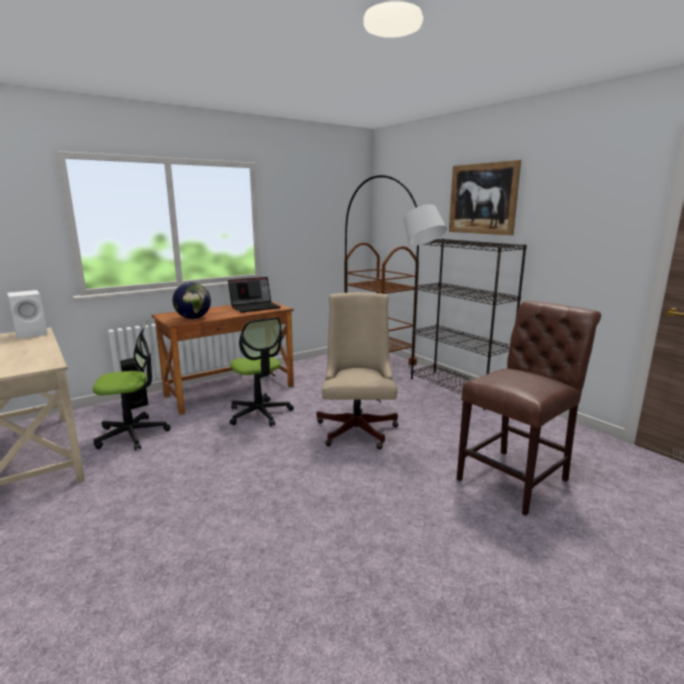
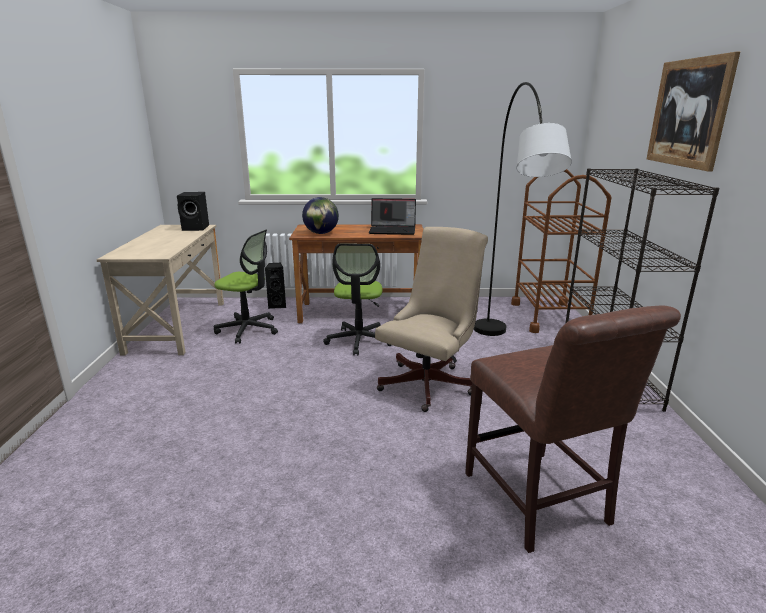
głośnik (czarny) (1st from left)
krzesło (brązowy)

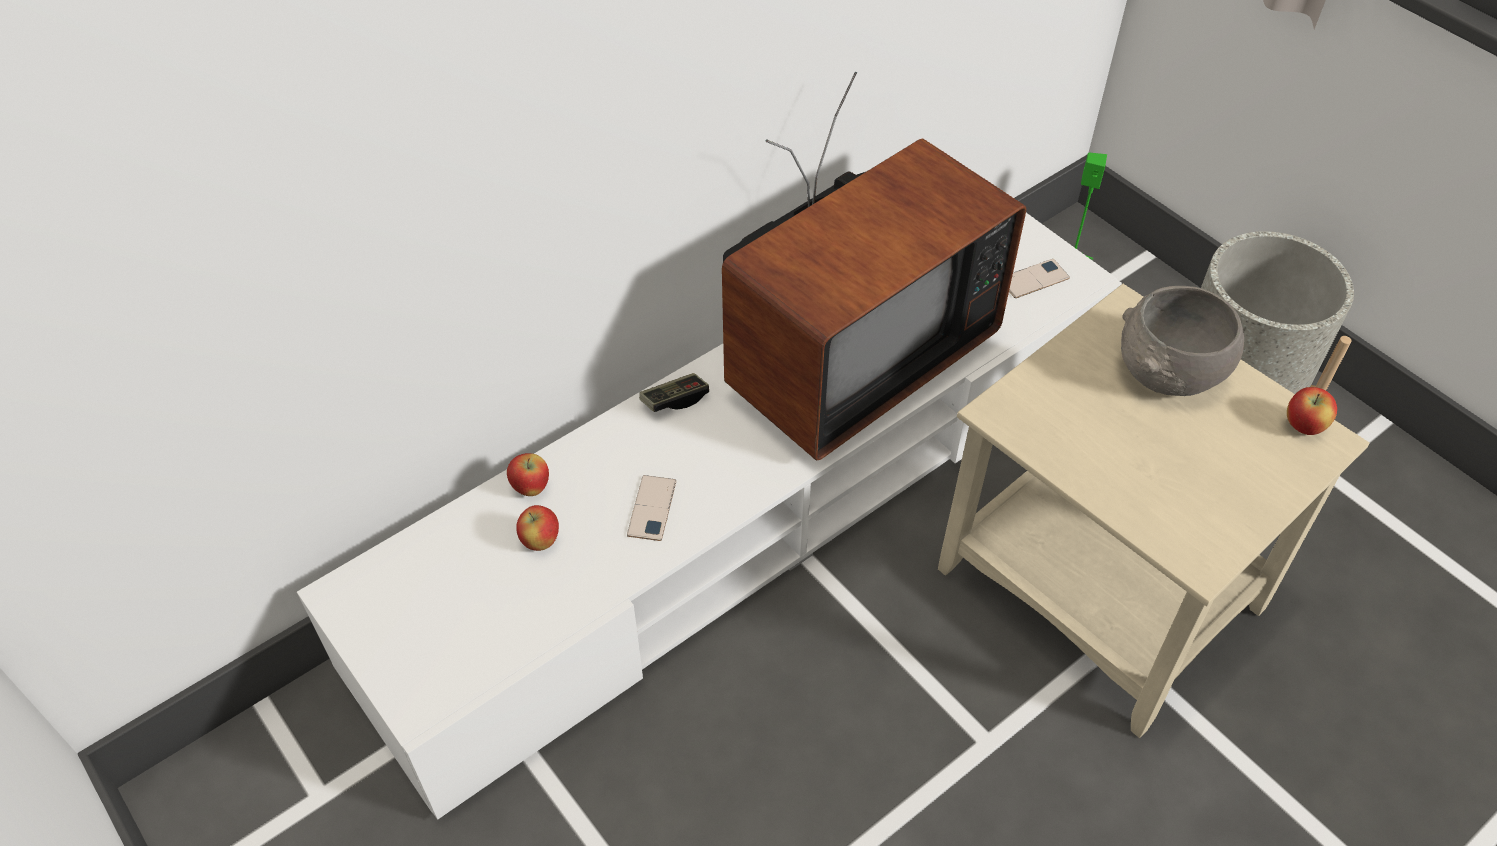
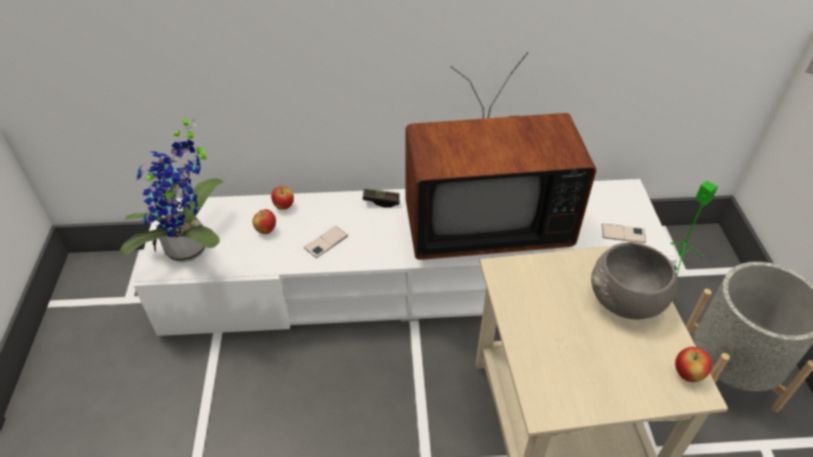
roślina doniczkowa

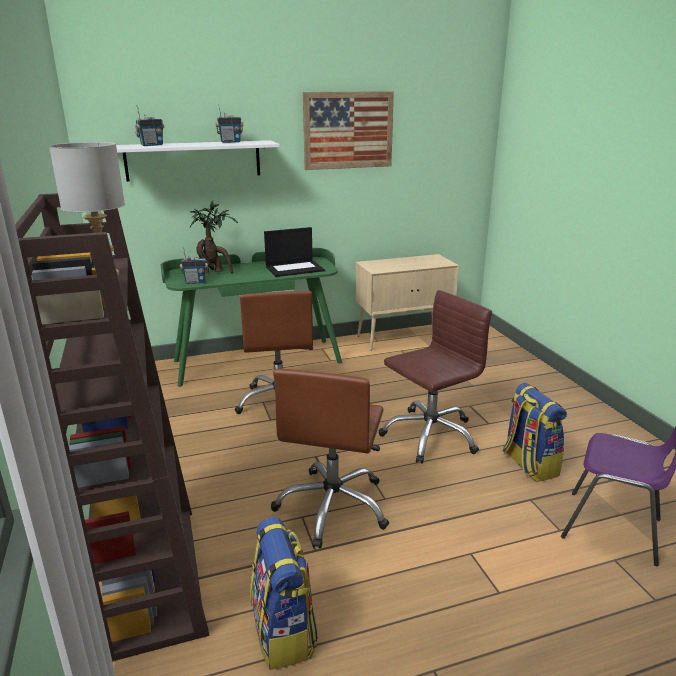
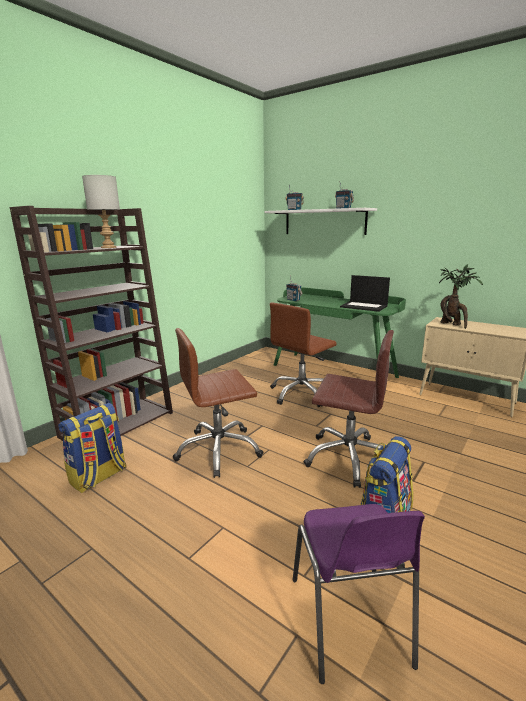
obraz
roślina doniczkowa

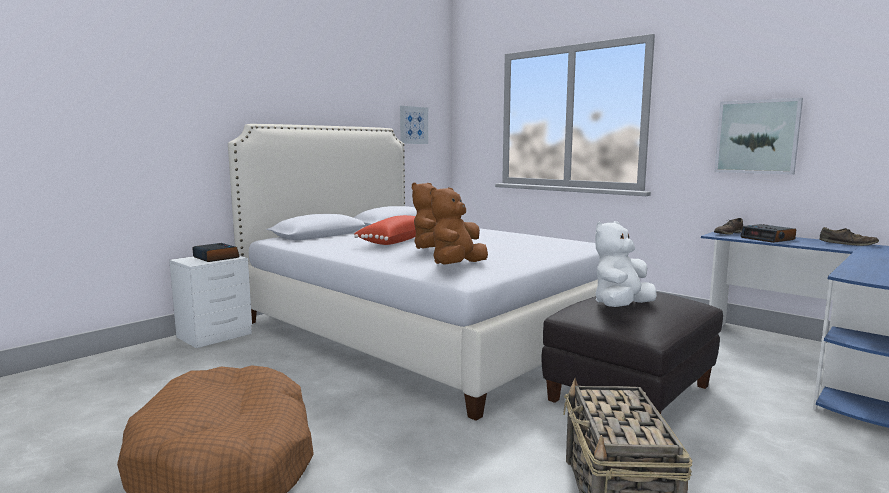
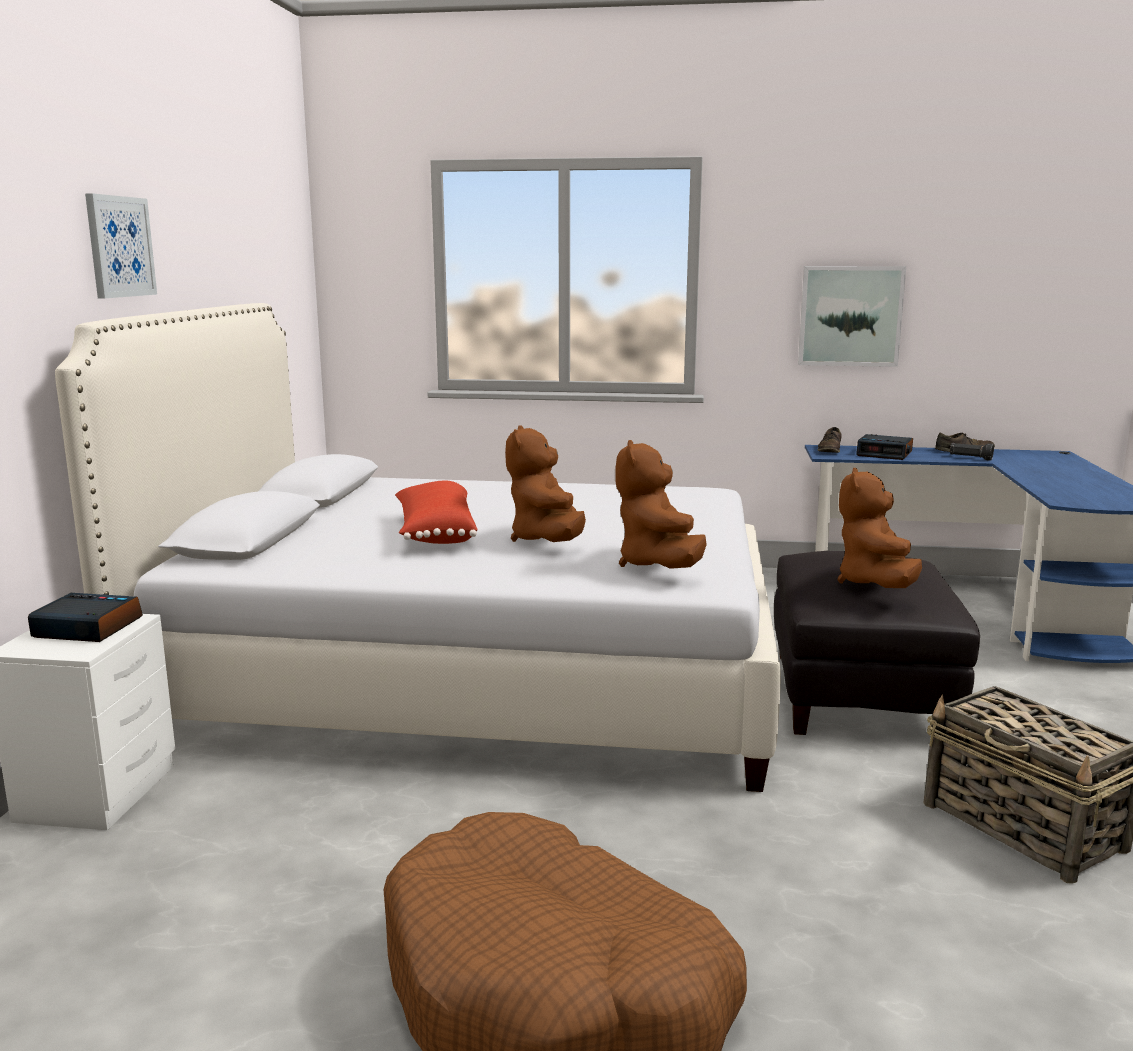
latarka (czarny)
obraz (1st from left)
pluszak (brązowy) (3rd from left)

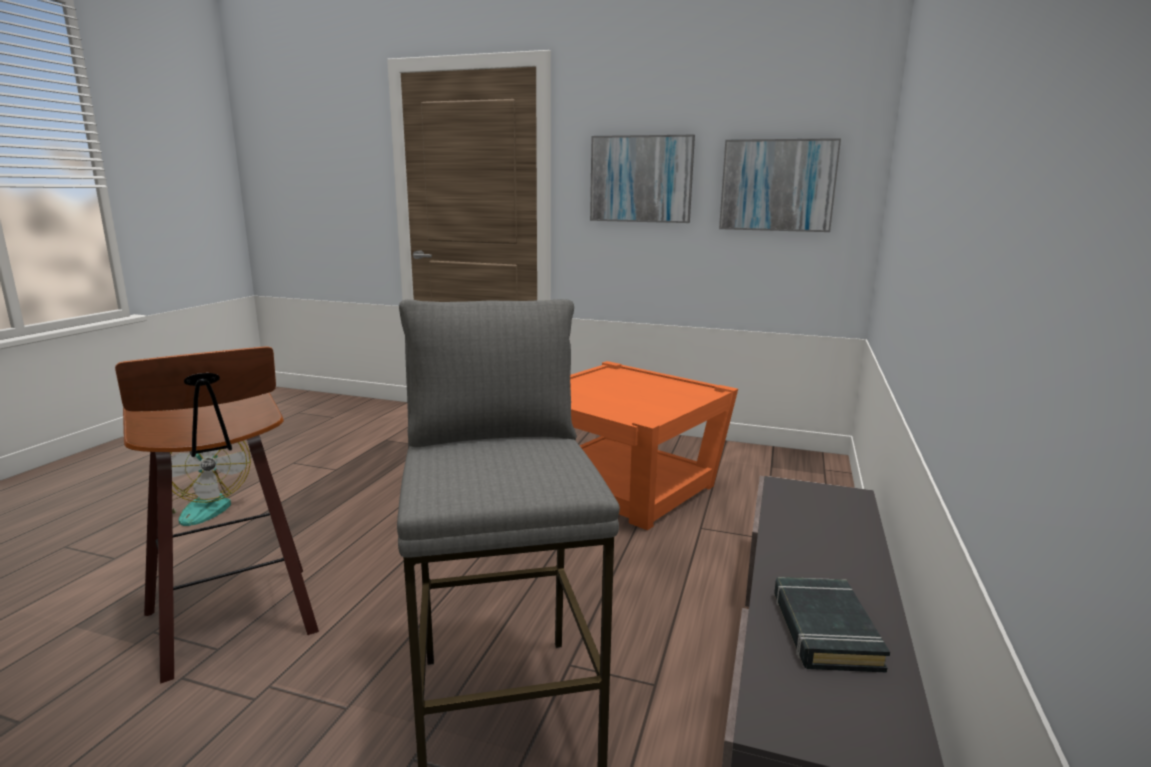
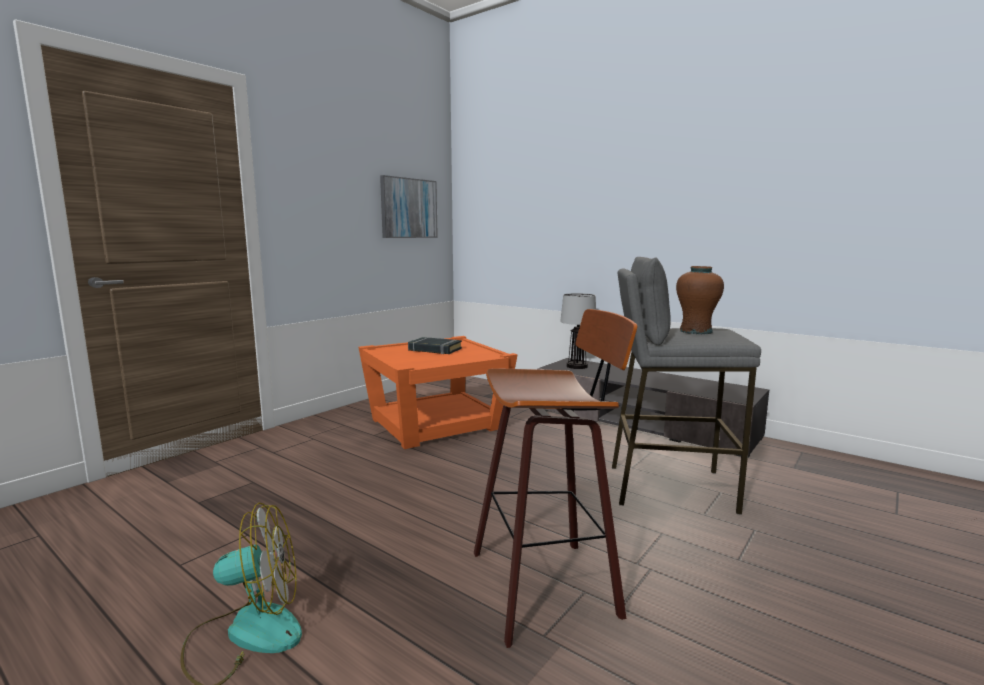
obraz (1st from left in the first image)
lampa stołowa
wazon (brązowy)
książka (czarny)

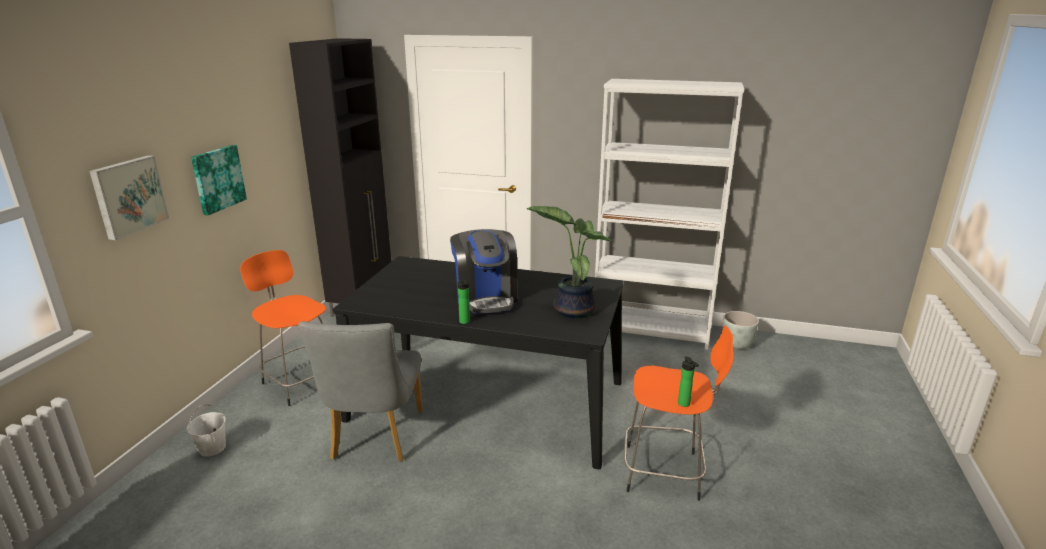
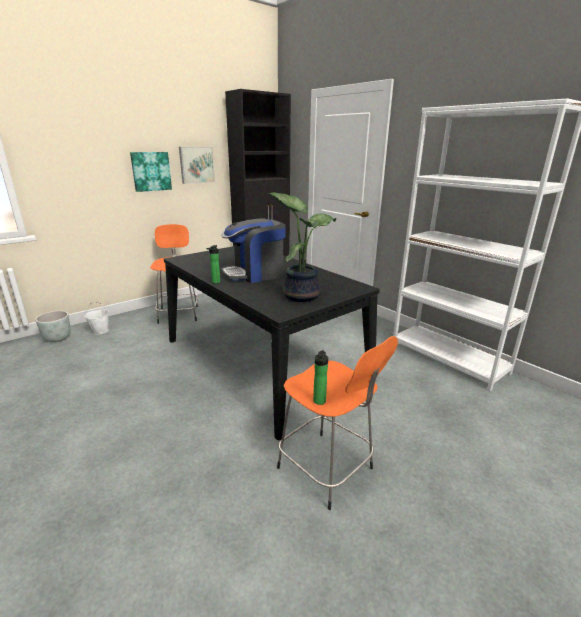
krzesło (szary)
obraz (2nd from left)
donica (szary)
ekspres do kawy

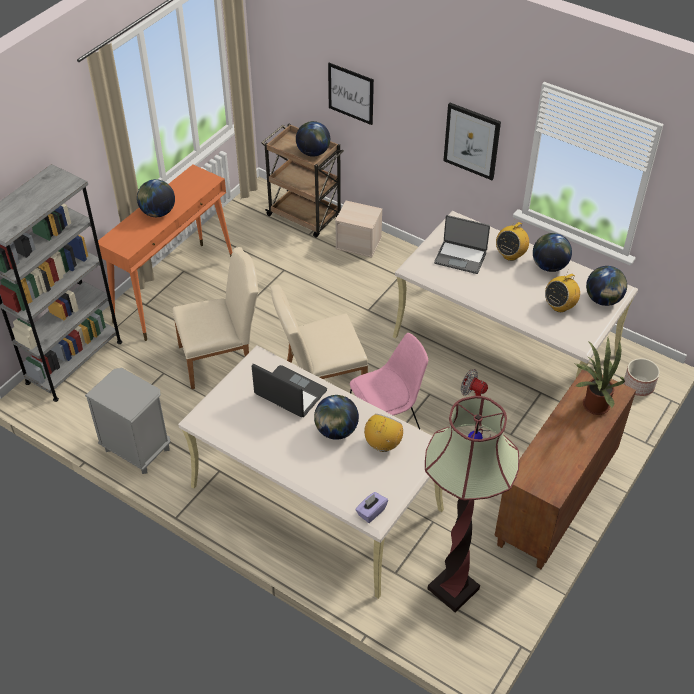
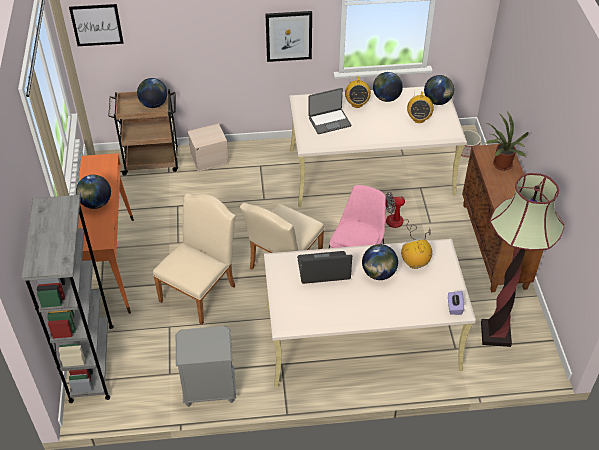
obraz (1st from left)

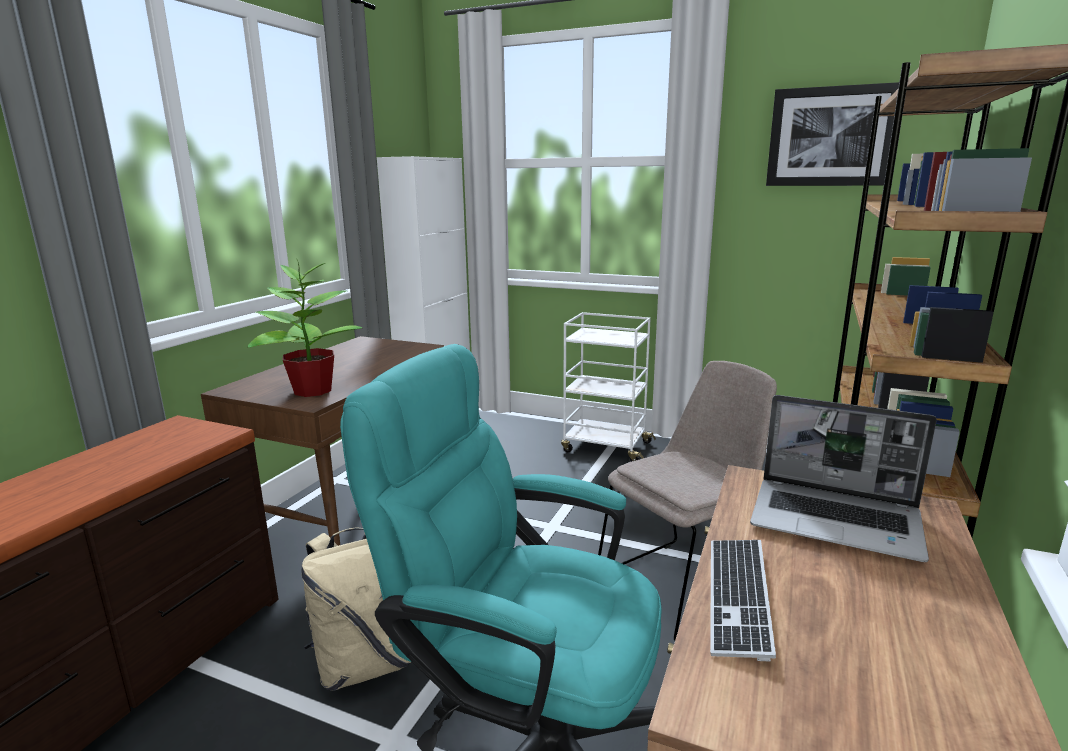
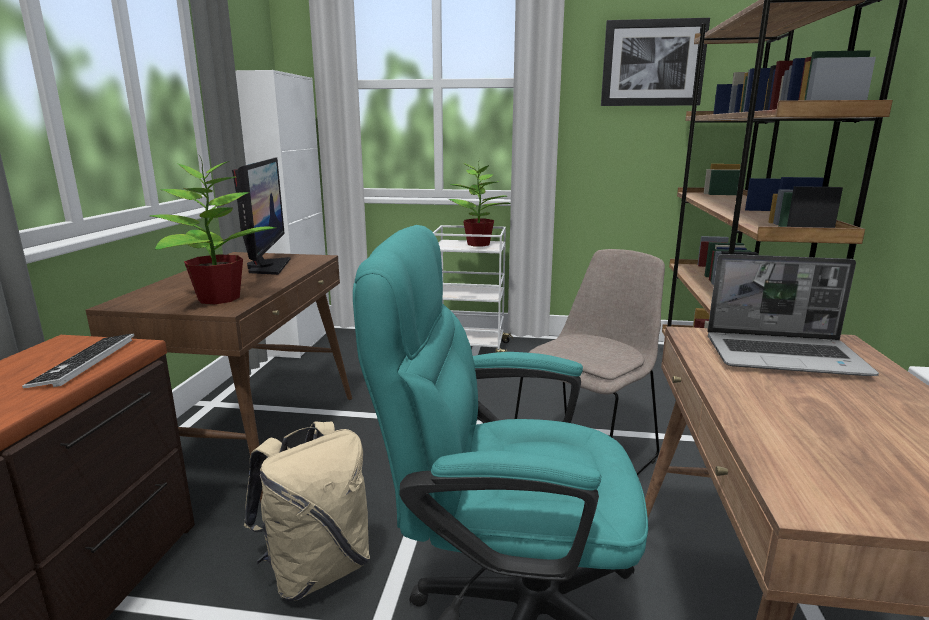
monitor
roślina doniczkowa (2nd from left)
klawiatura

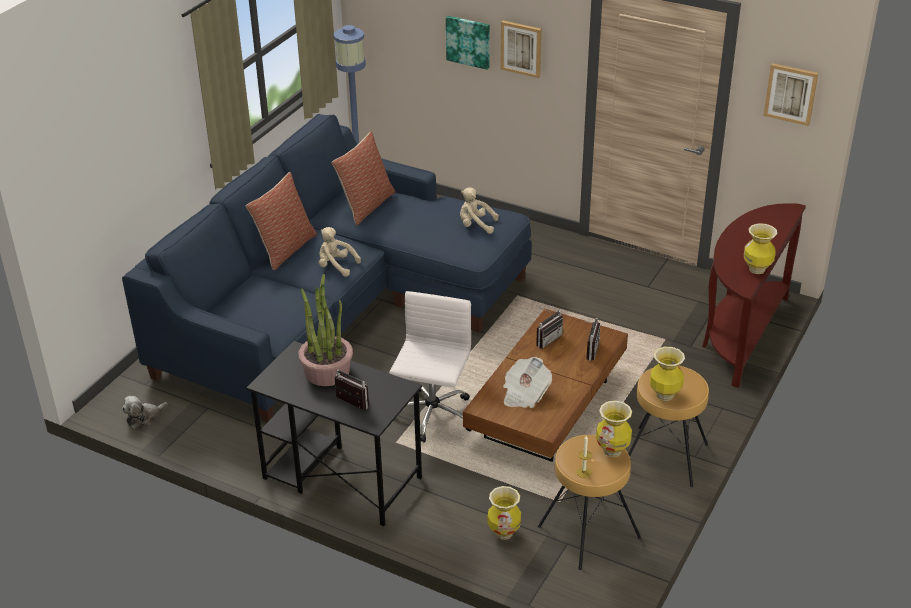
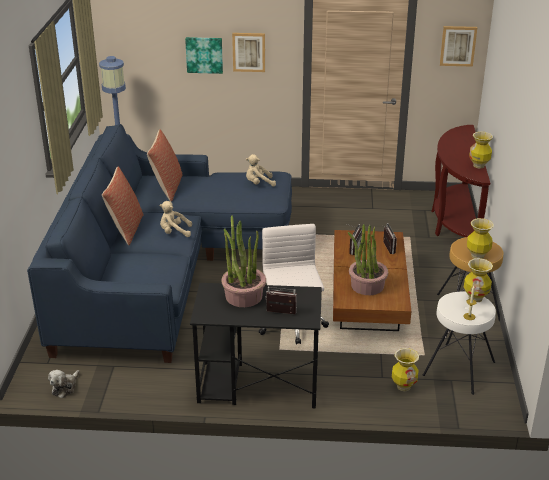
roślina doniczkowa (2nd from left)
stołek (biały)

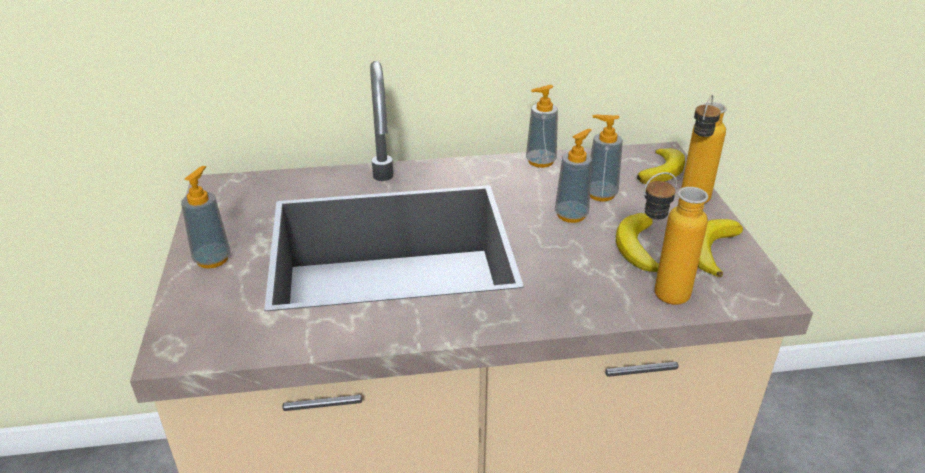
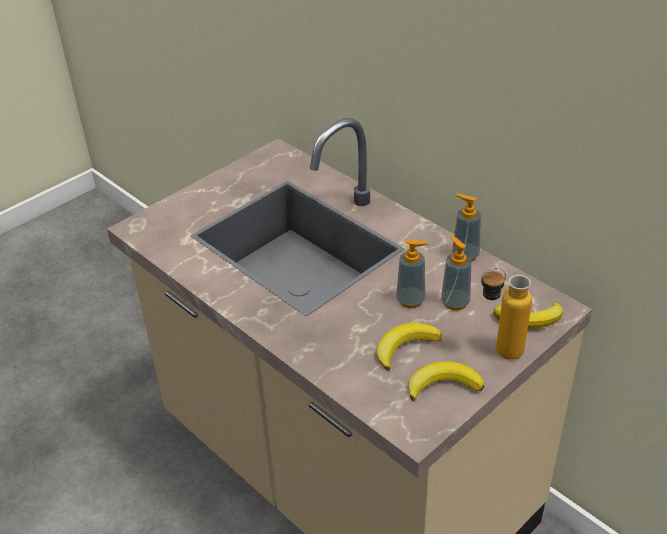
dozownik mydła (1st from left in the first image)
butelka (1st from left in the first image)

